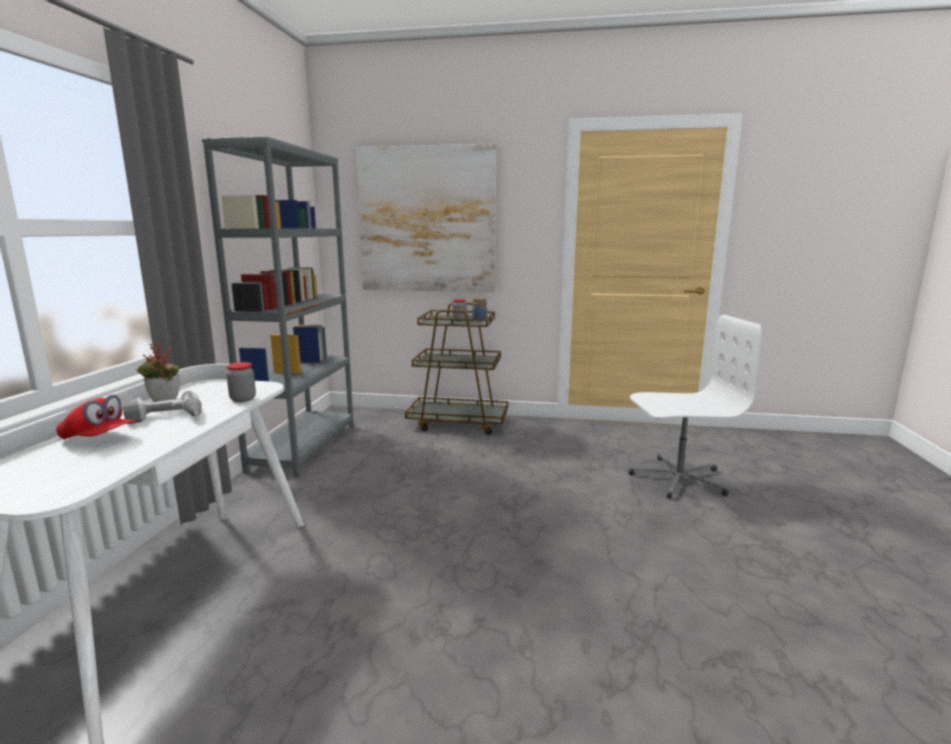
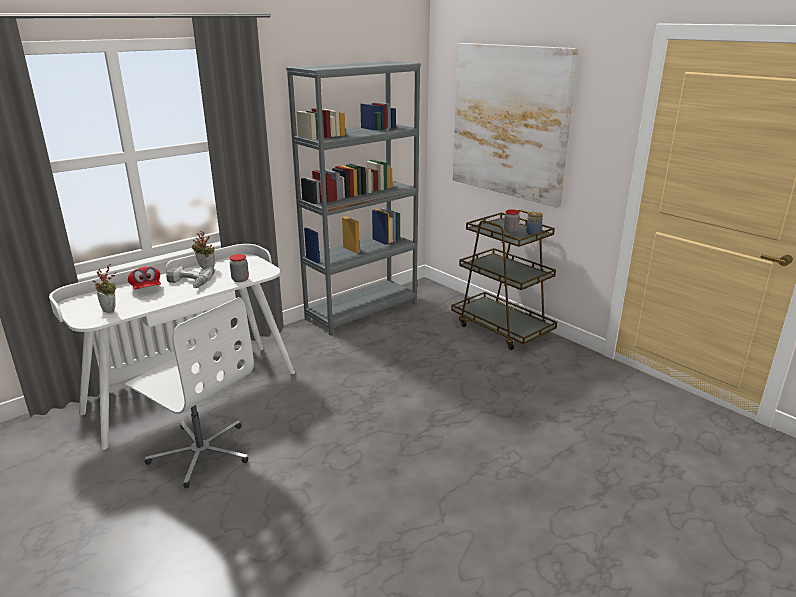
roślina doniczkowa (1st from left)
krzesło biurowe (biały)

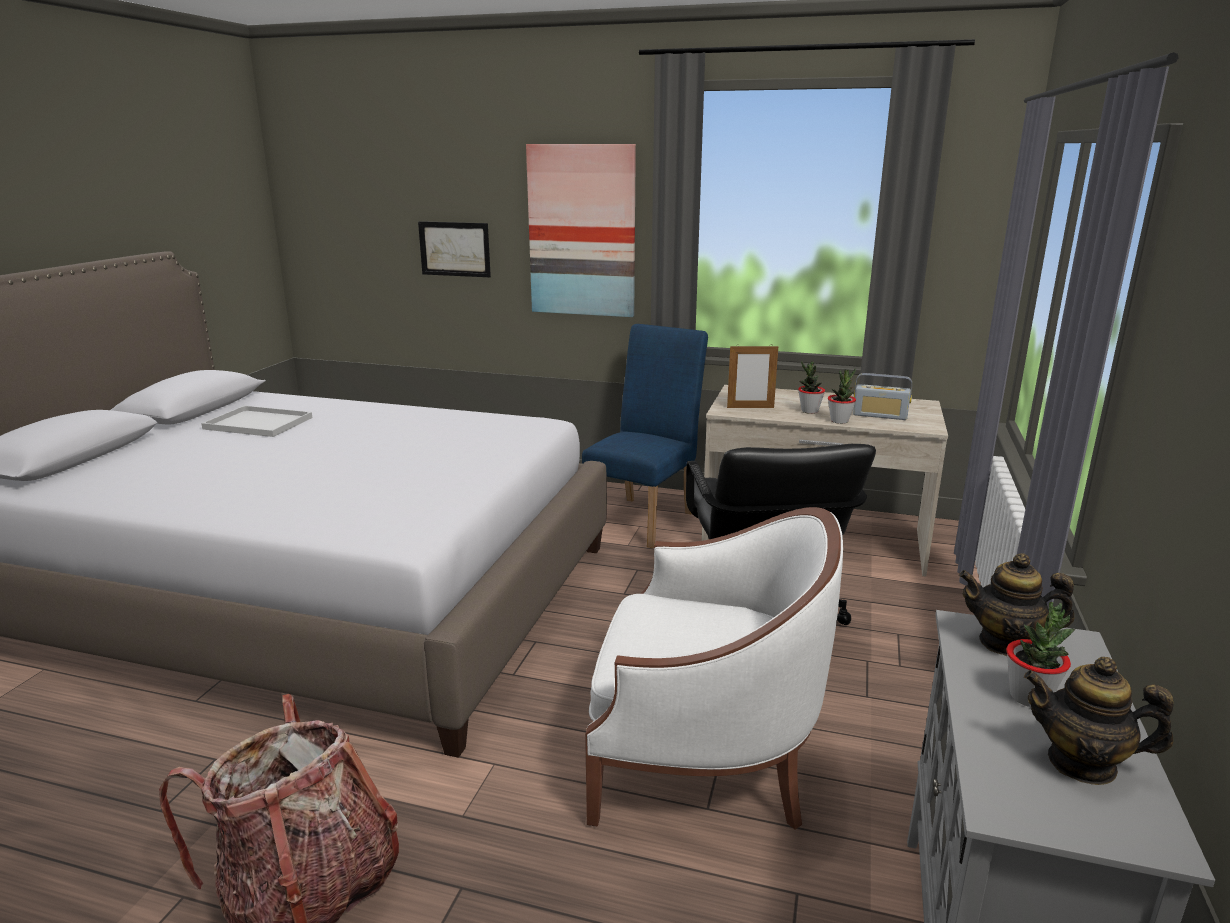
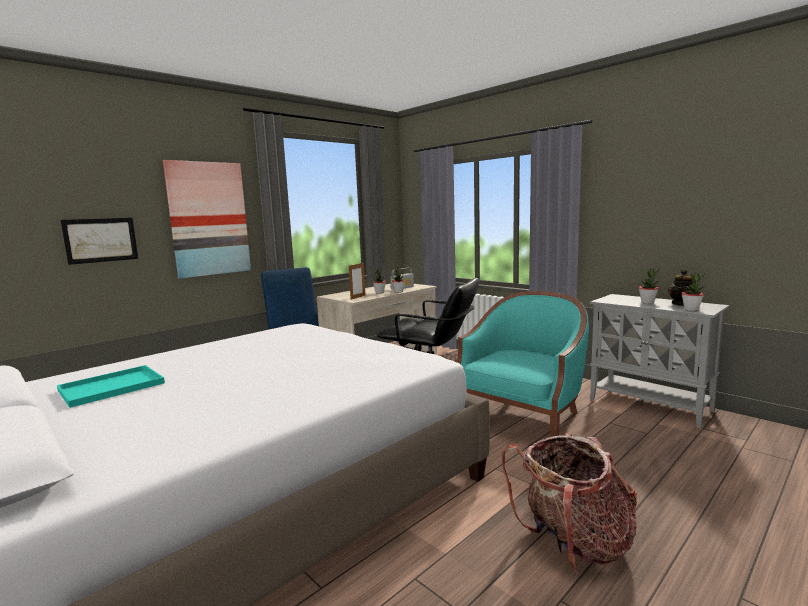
imbryk (1st from left in the first image)
roślina doniczkowa (4th from left)
taca (turkusowy)
fotel (turkusowy)

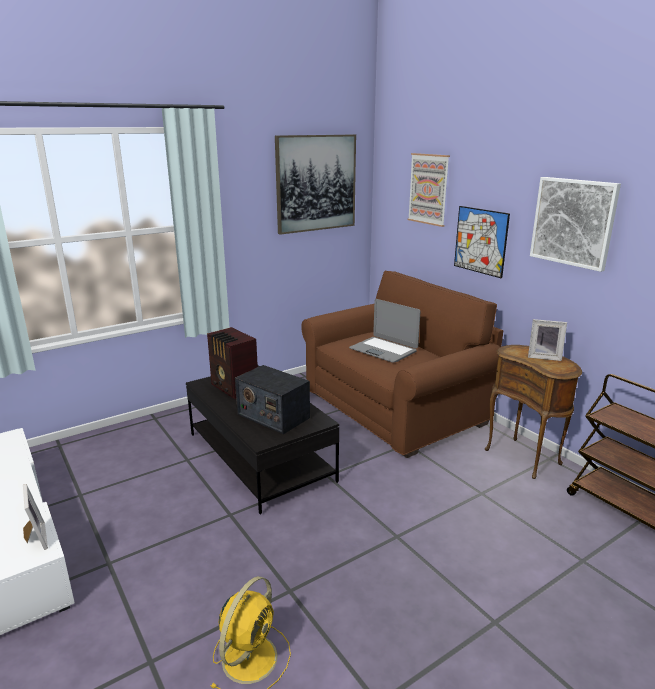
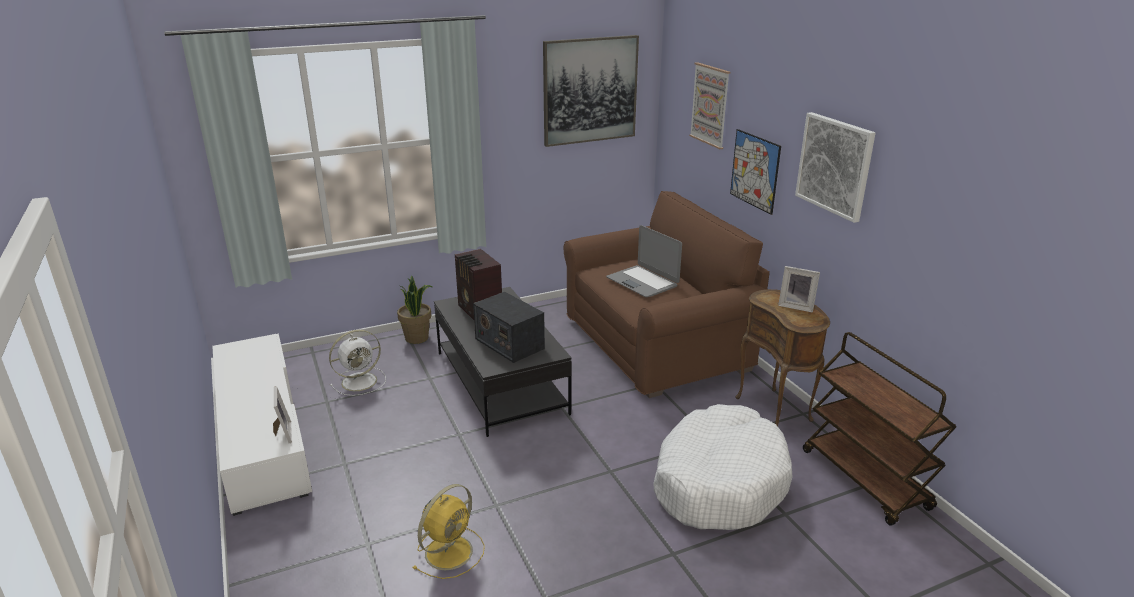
wentylator (biały)
roślina doniczkowa
legowisko (biały)

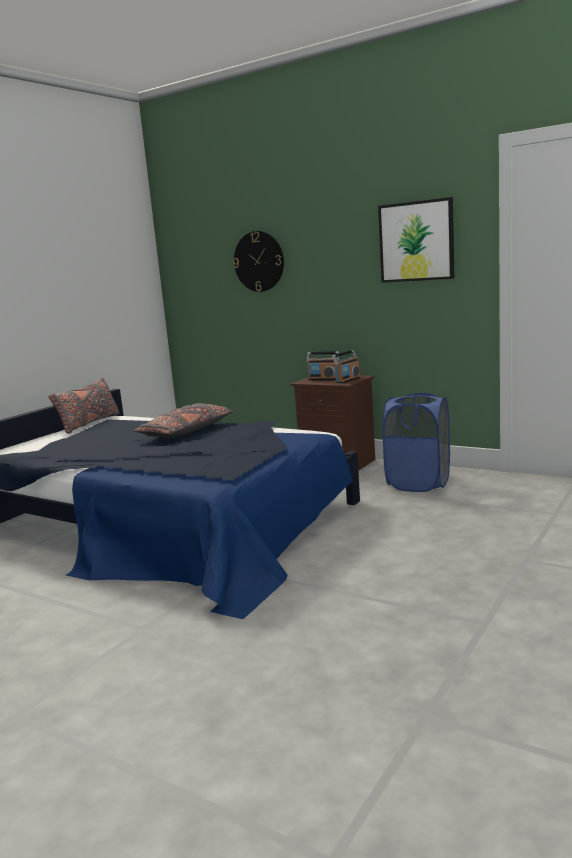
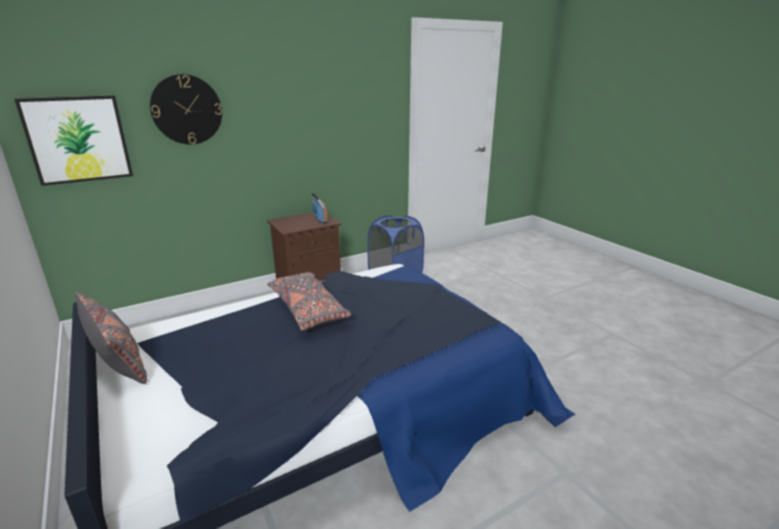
radio (1st from left in the first image)
obraz

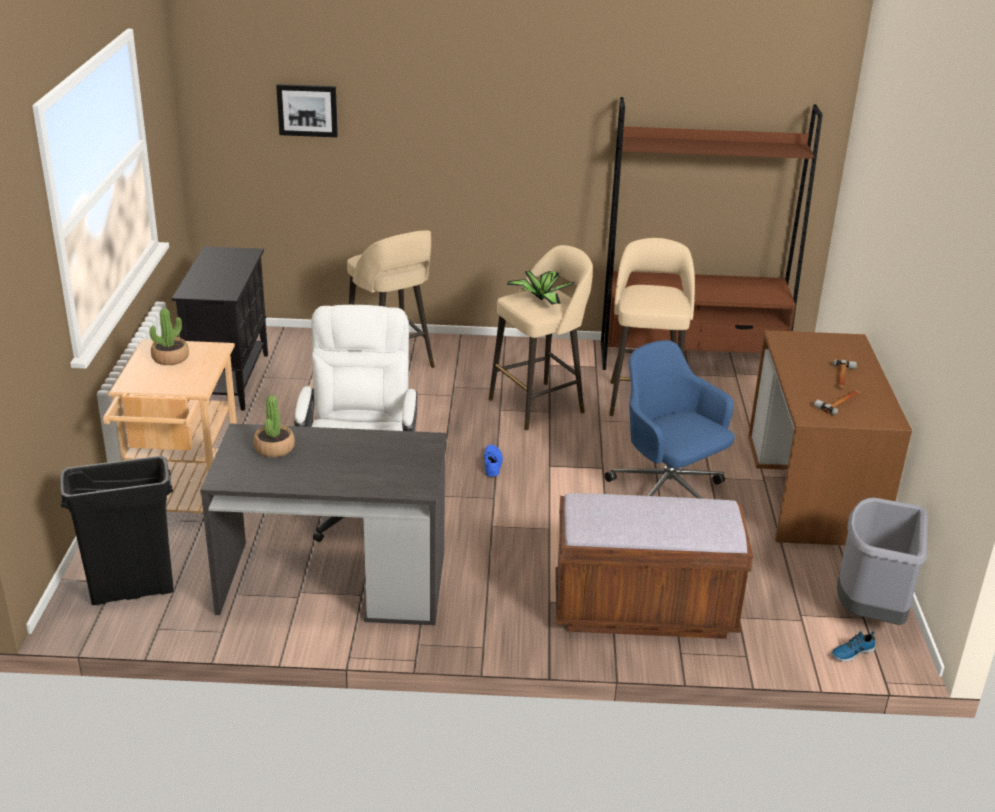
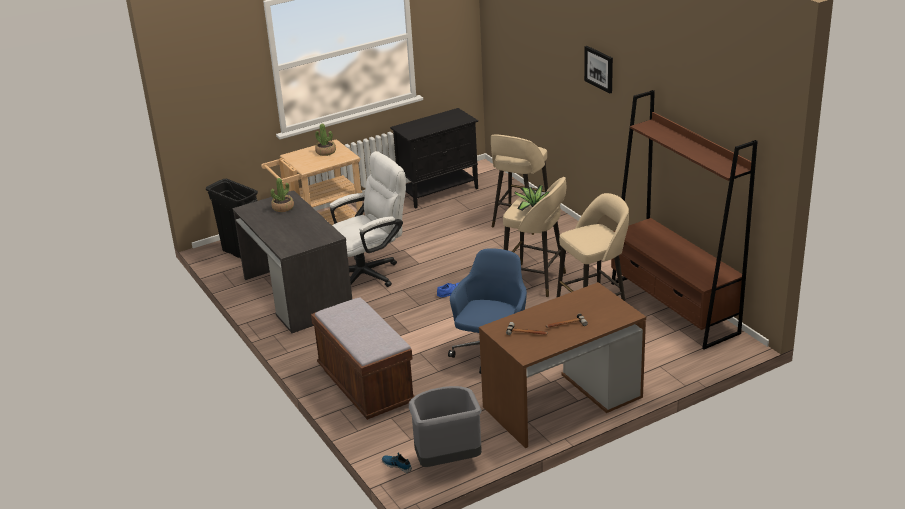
obraz

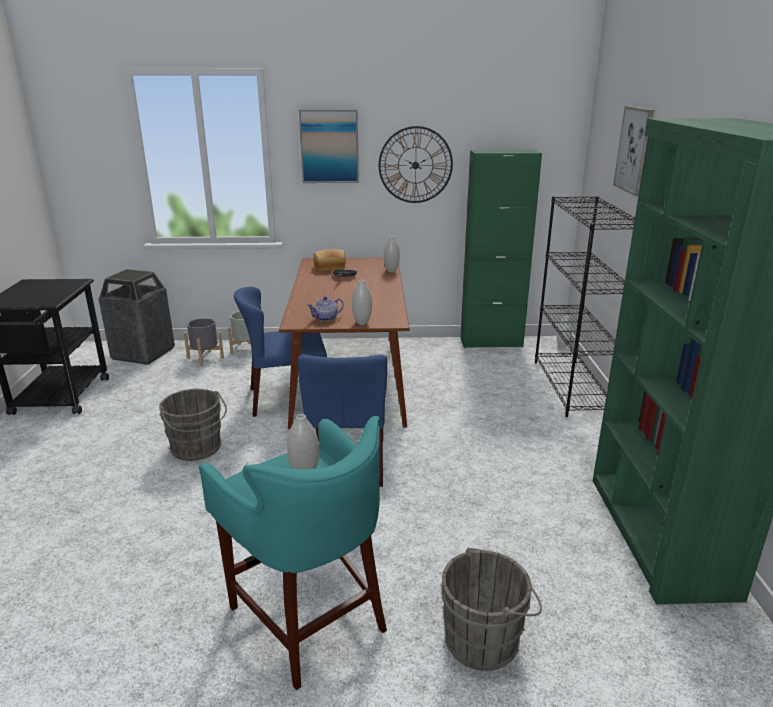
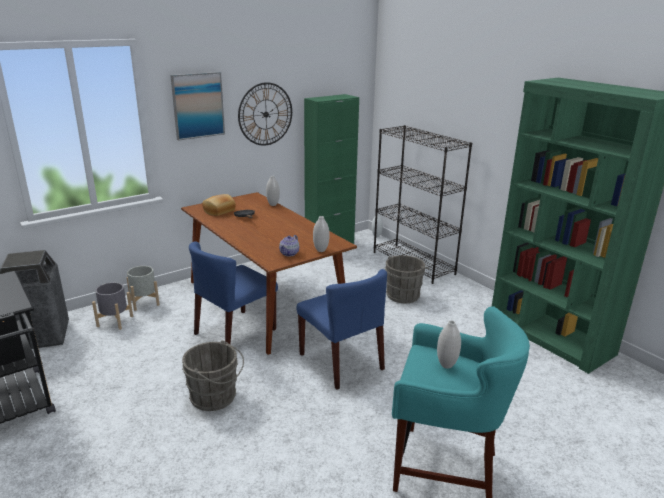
obraz (2nd from left in the first image)
wiadro (szary) (2nd from left)

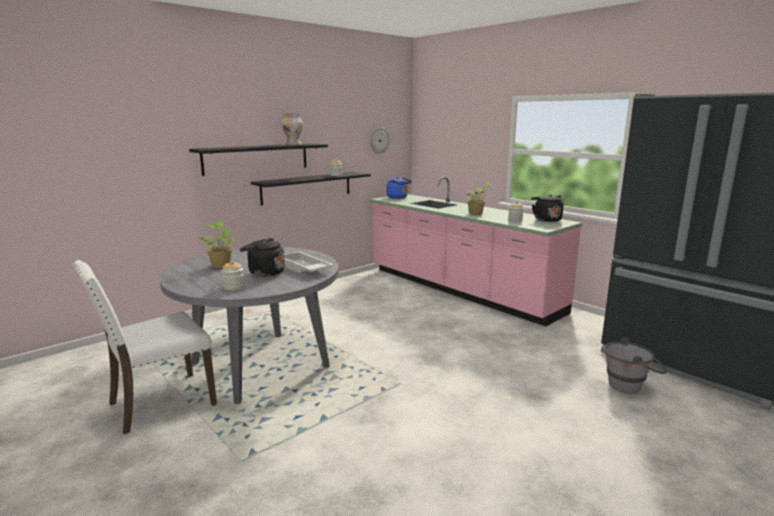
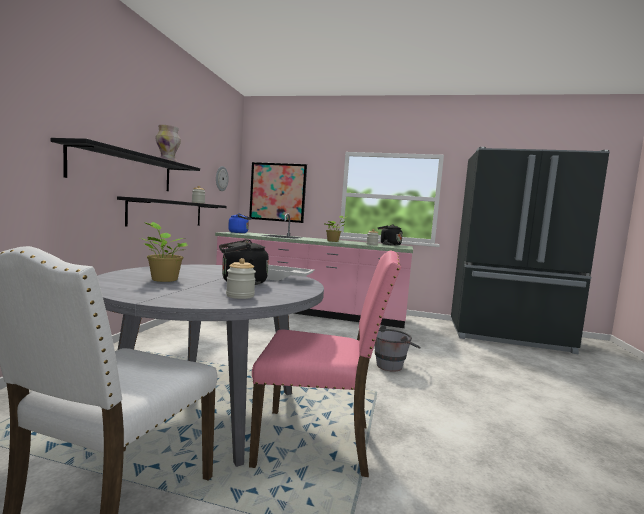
obraz
krzesło (różowy)
wiadro (szary)

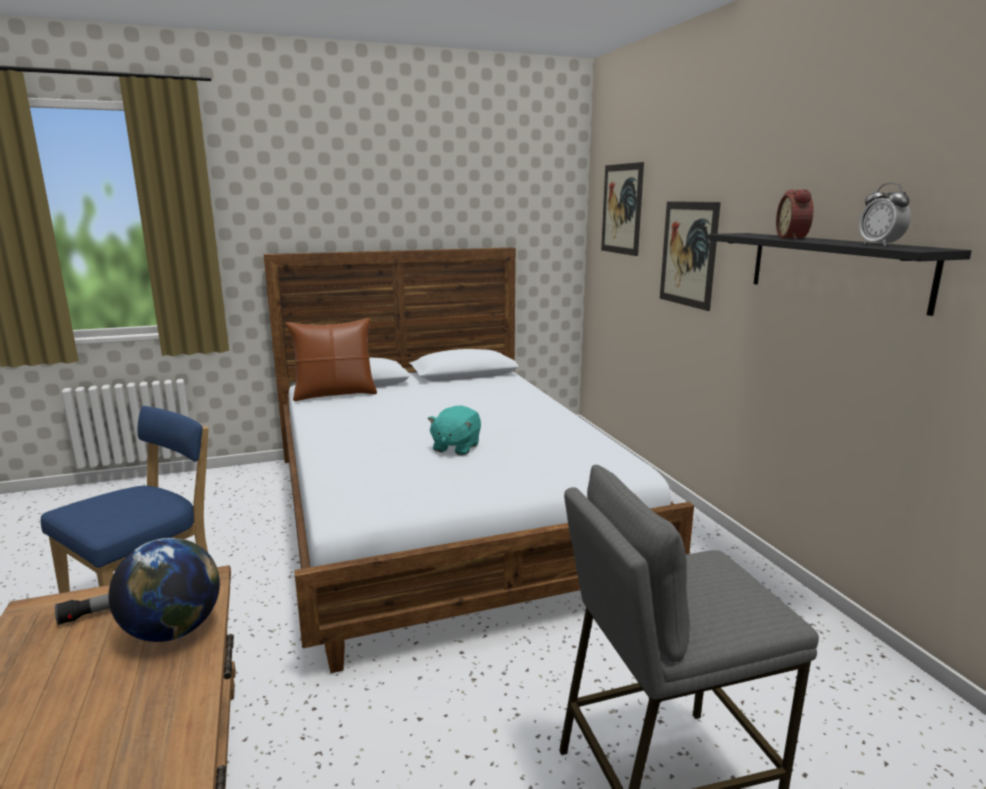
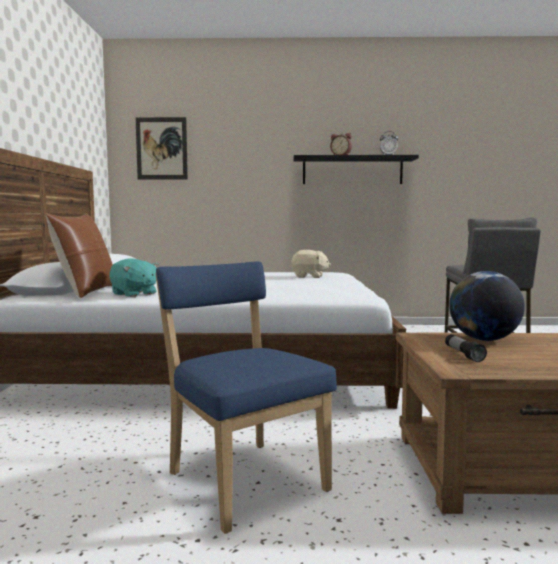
obraz (2nd from left in the first image)
pluszak (beżowy)
pluszak (turkusowy)

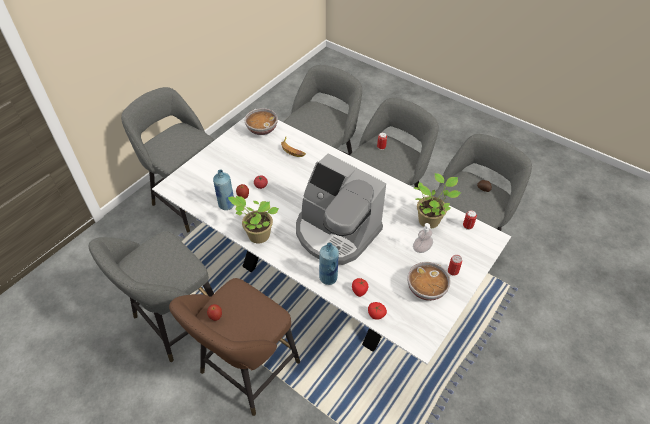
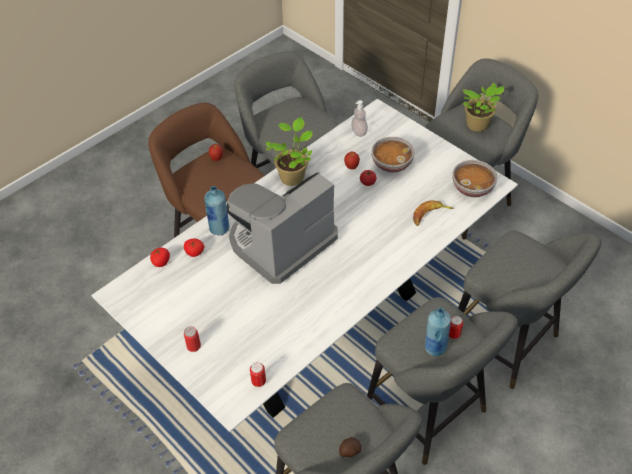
butelka (niebieski) (2nd from left)
miska (1st from left)
dozownik mydła
roślina doniczkowa (2nd from left)

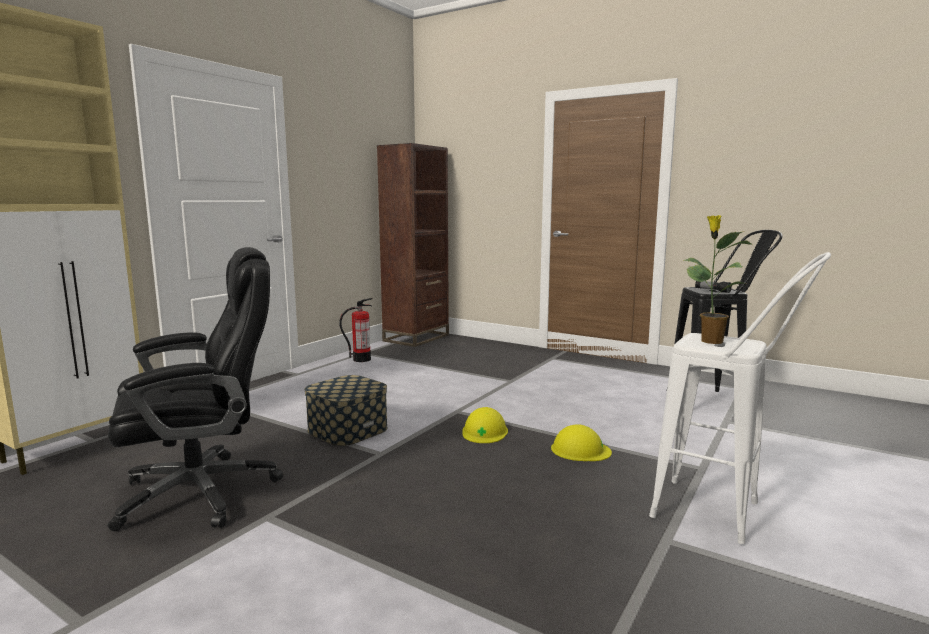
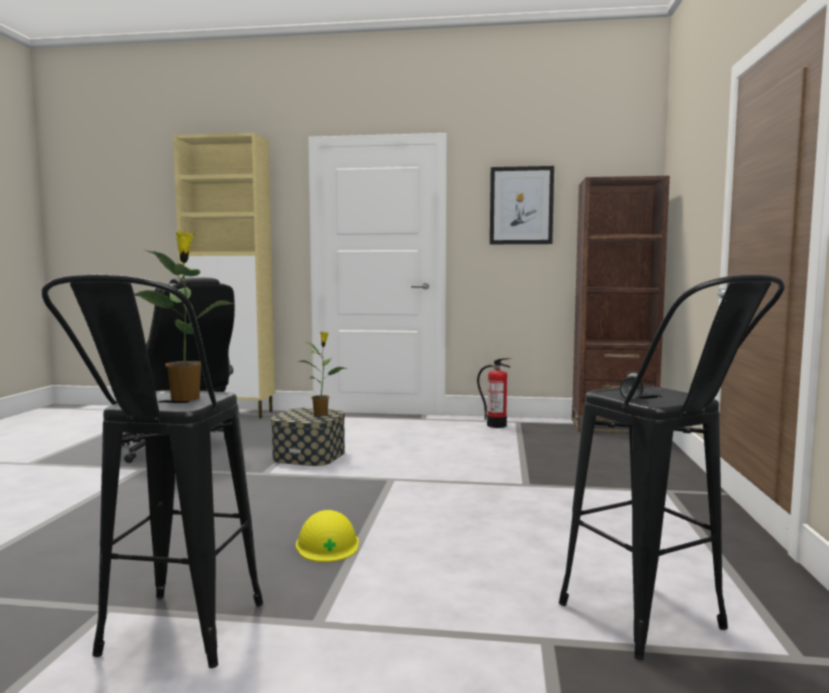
kask (żółty) (1st from left in the first image)
roślina doniczkowa (2nd from left)
obraz
stołek (czarny) (1st from left)

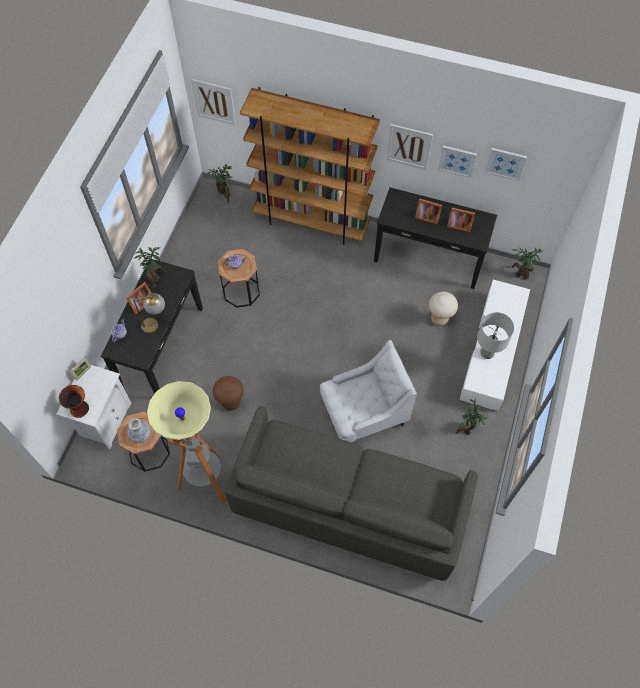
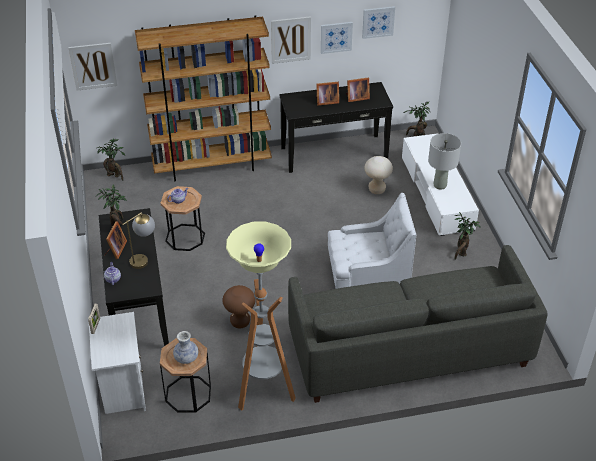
wazon (1st from left in the first image)
fotel (biały)

